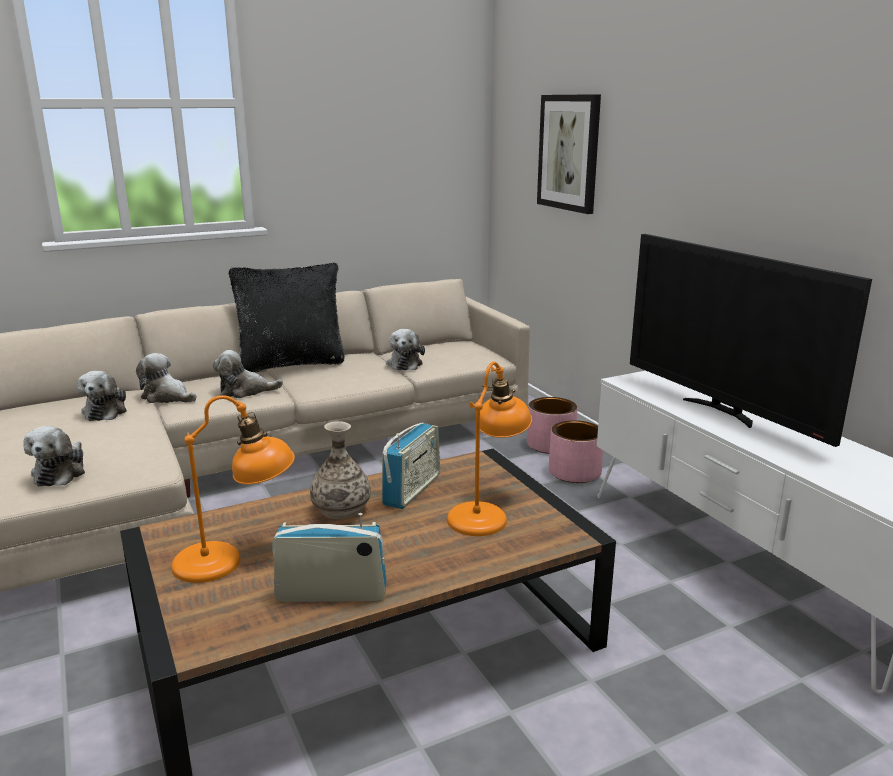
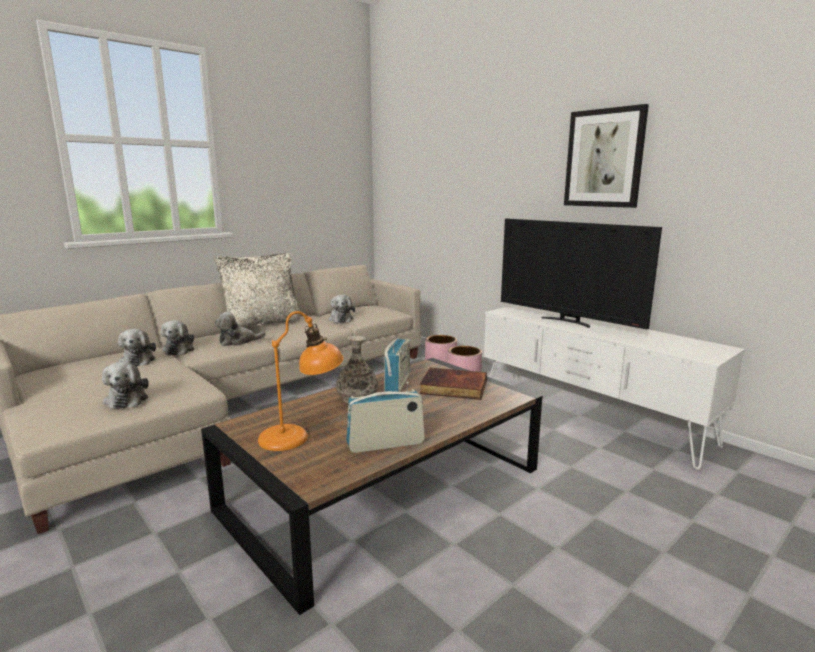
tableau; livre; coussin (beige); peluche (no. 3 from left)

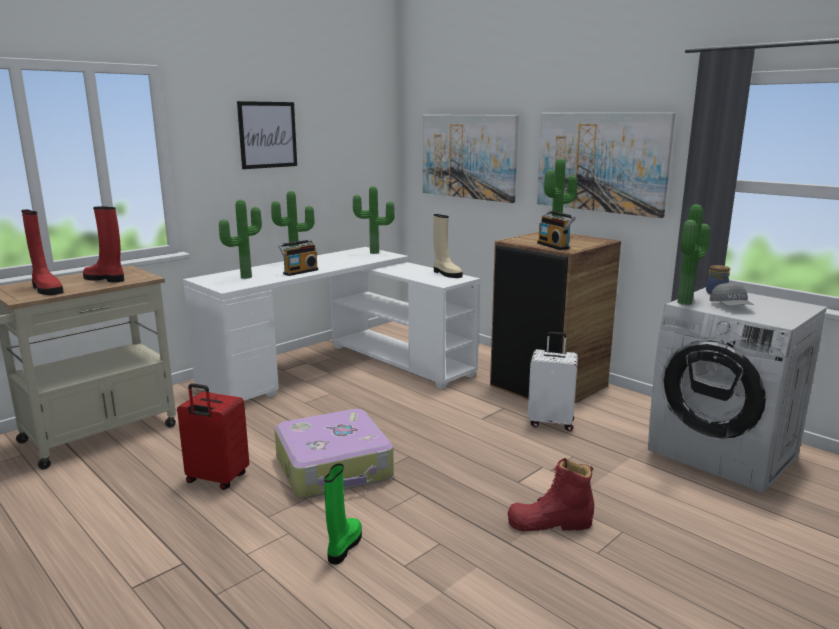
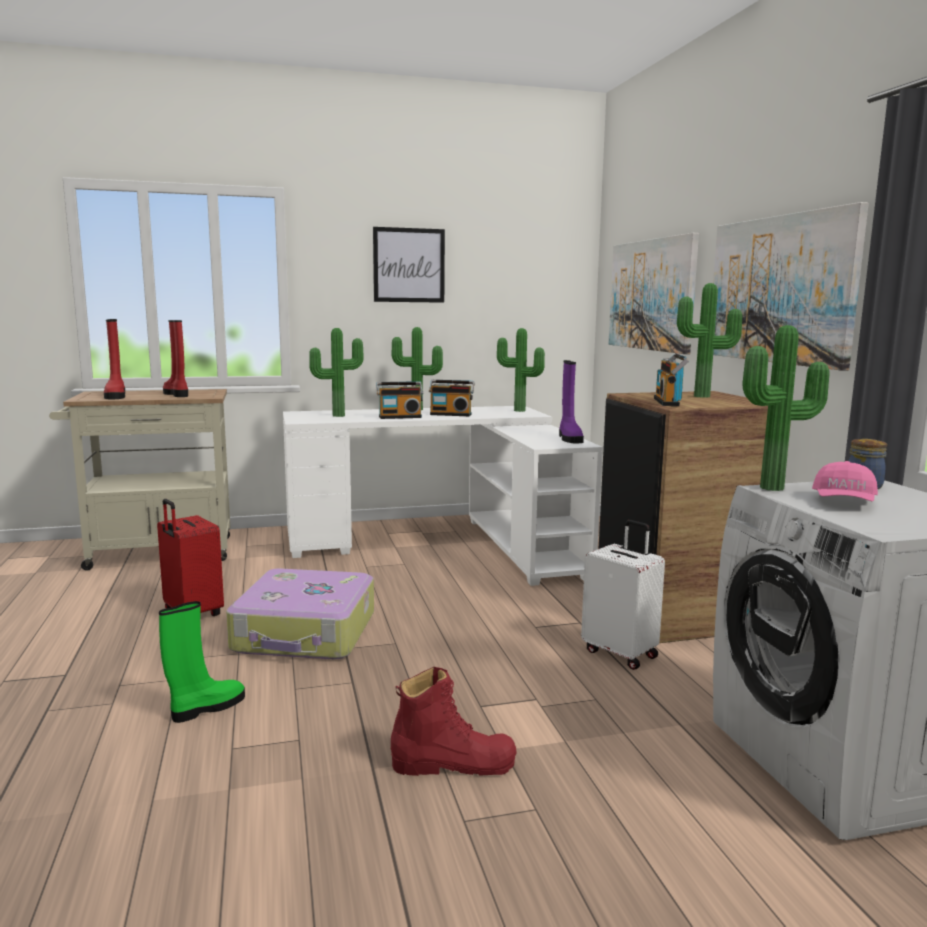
radio (no. 2 from left); botte (violet); casquette (rose); botte (rouge) (no. 3 from left)

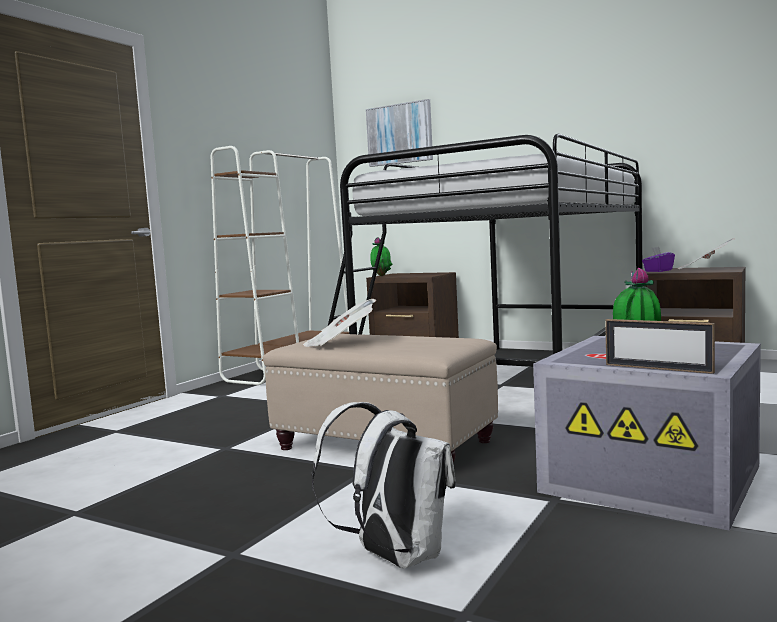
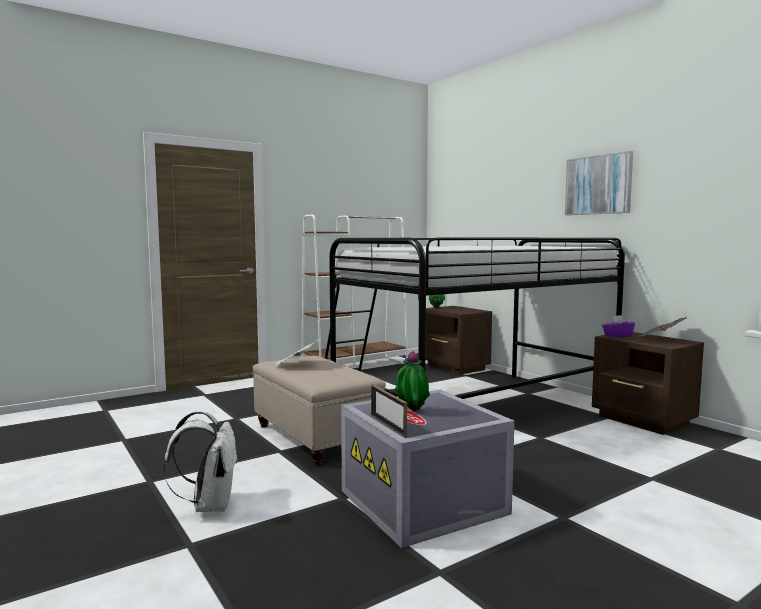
tableau

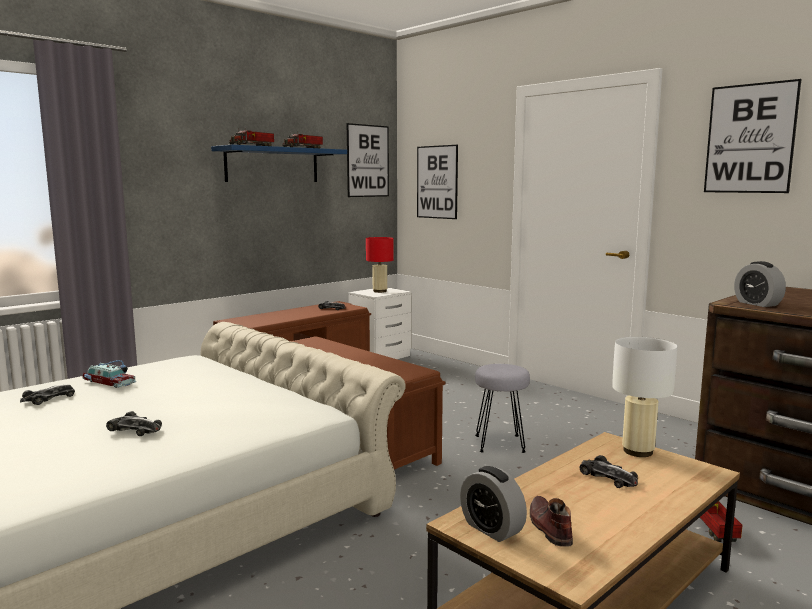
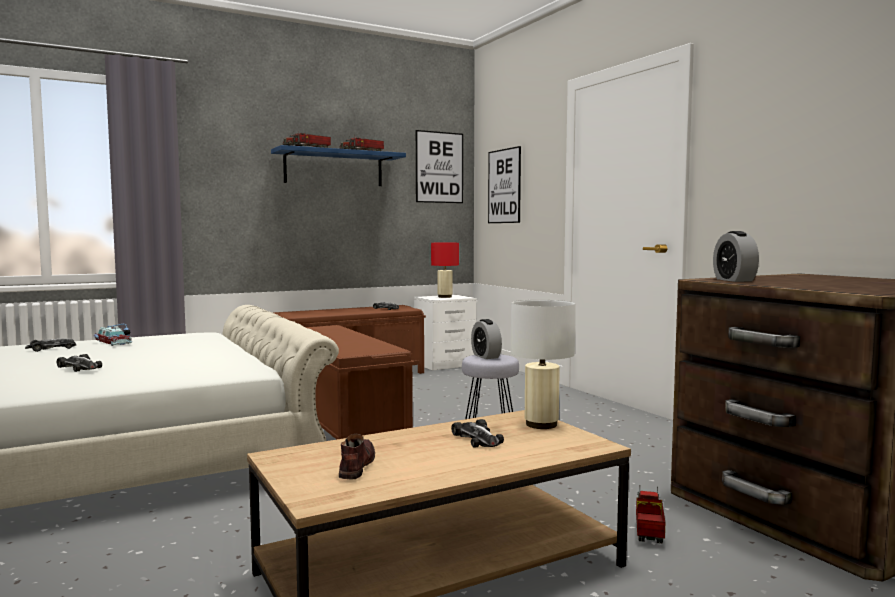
tableau (no. 3 from left in the first image); réveil (no. 1 from left)

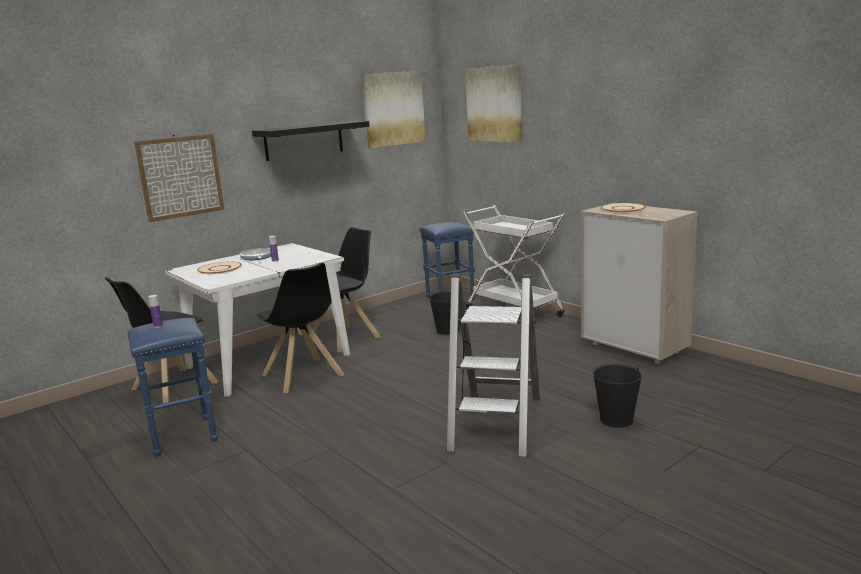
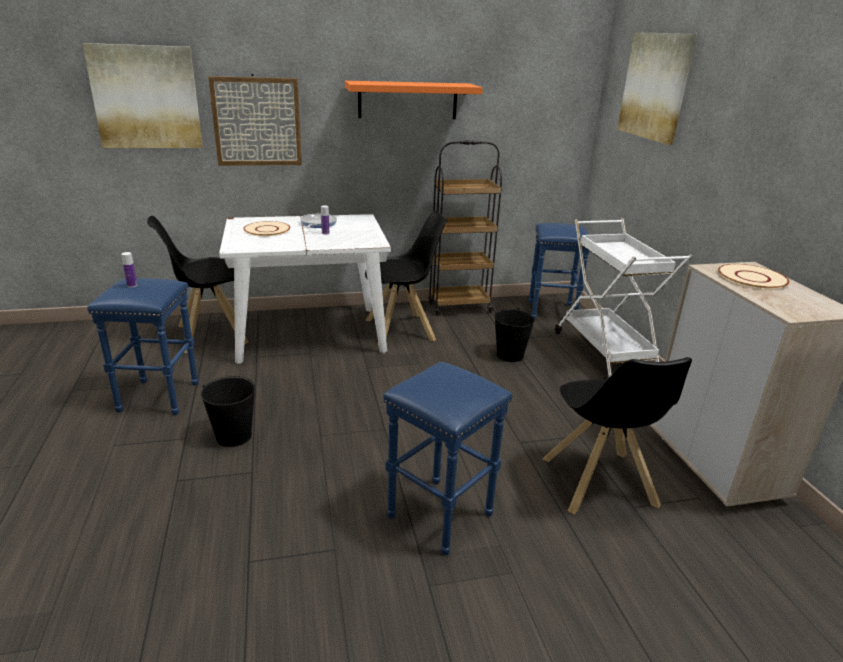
chariot (marron); chaise (noir) (no. 3 from left); tableau (no. 1 from left); seau (noir) (no. 1 from left); tabouret (bleu) (no. 2 from left); étagère (orange)

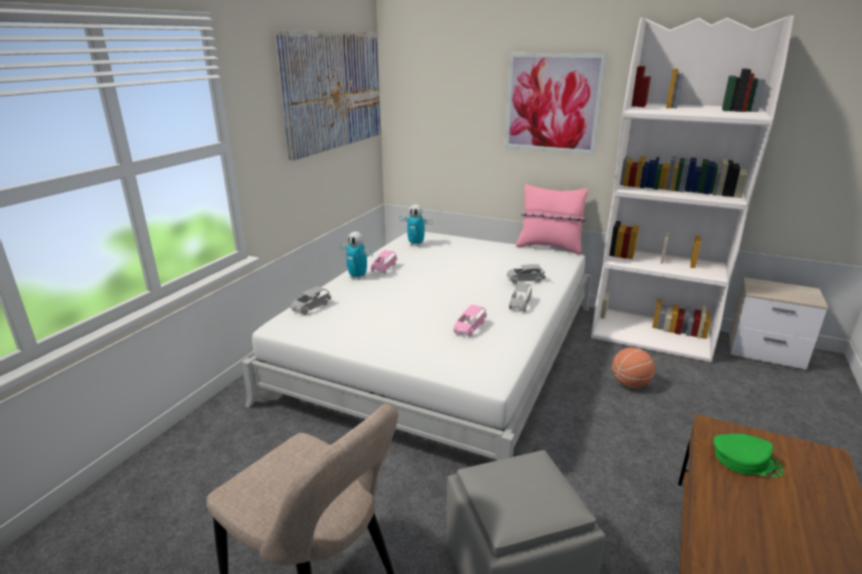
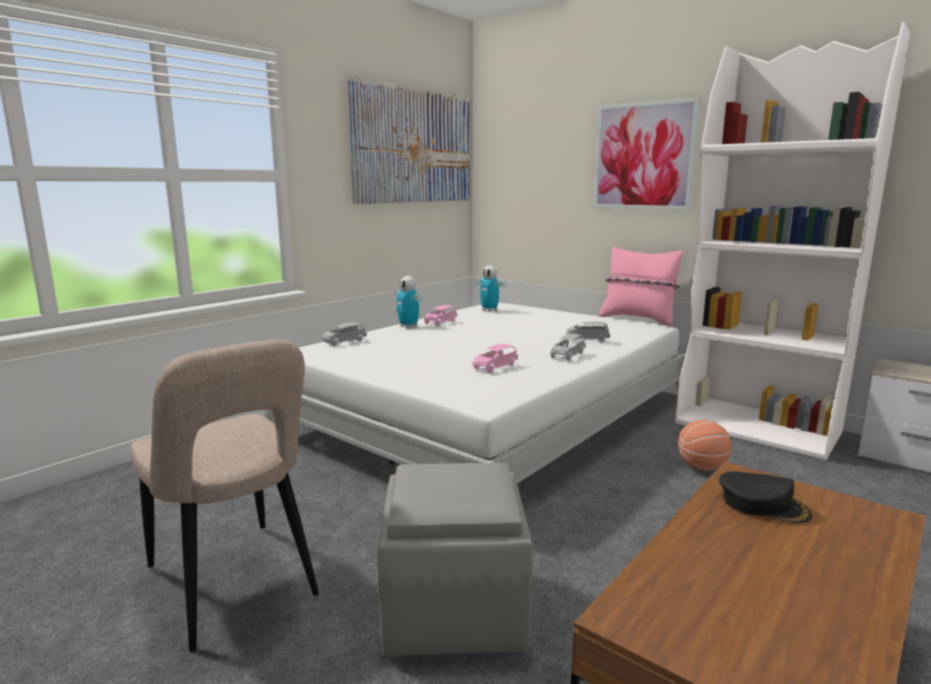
casquette (noir)

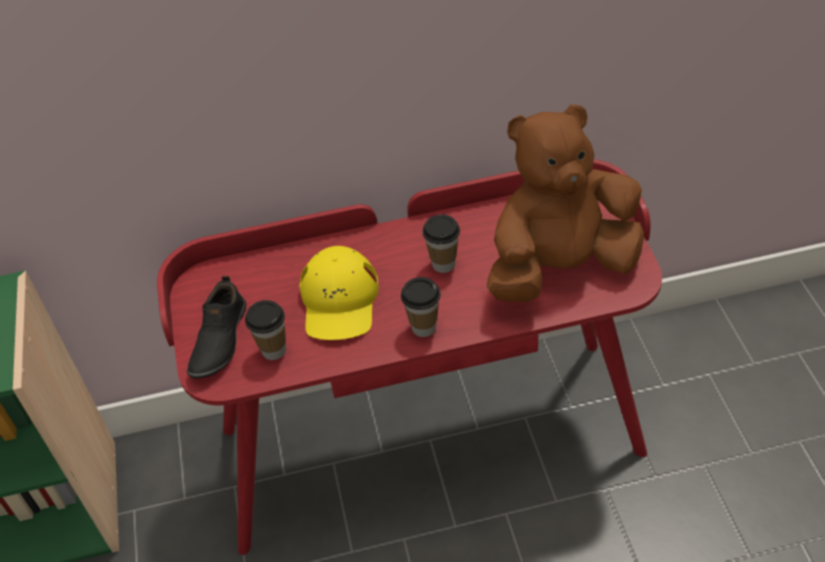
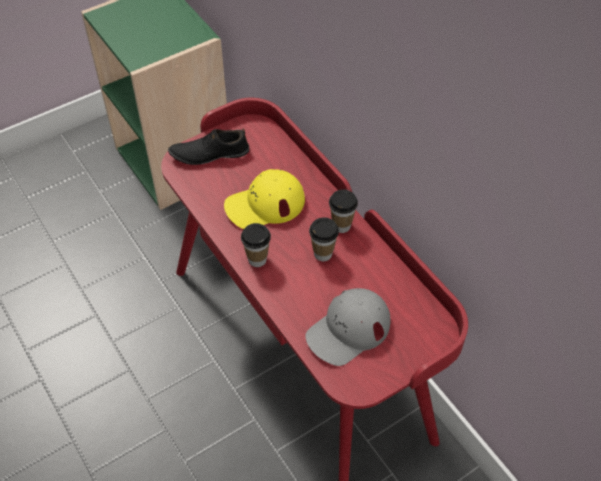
tasse (no. 3 from left); casquette (gris)

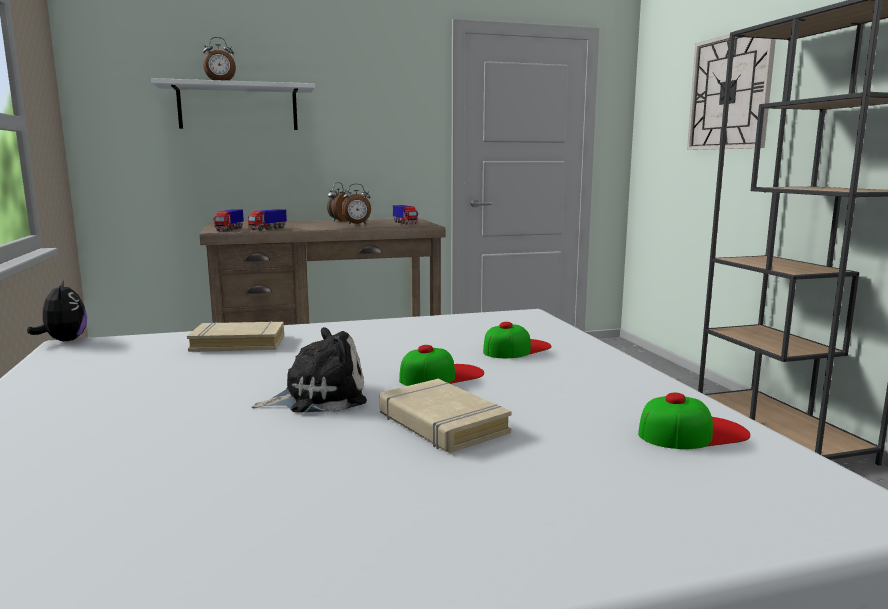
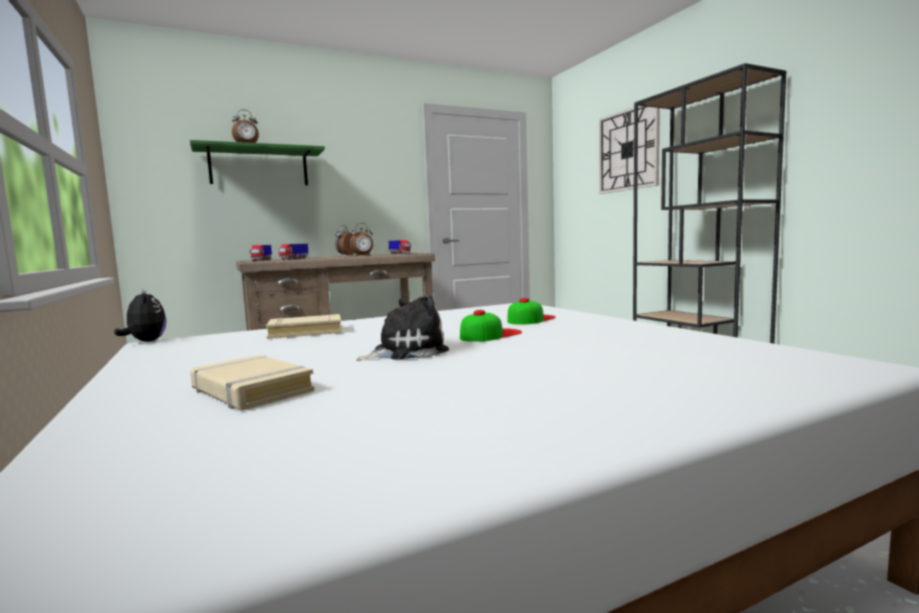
casquette (no. 3 from left in the first image); livre (beige) (no. 1 from left); étagère (vert)

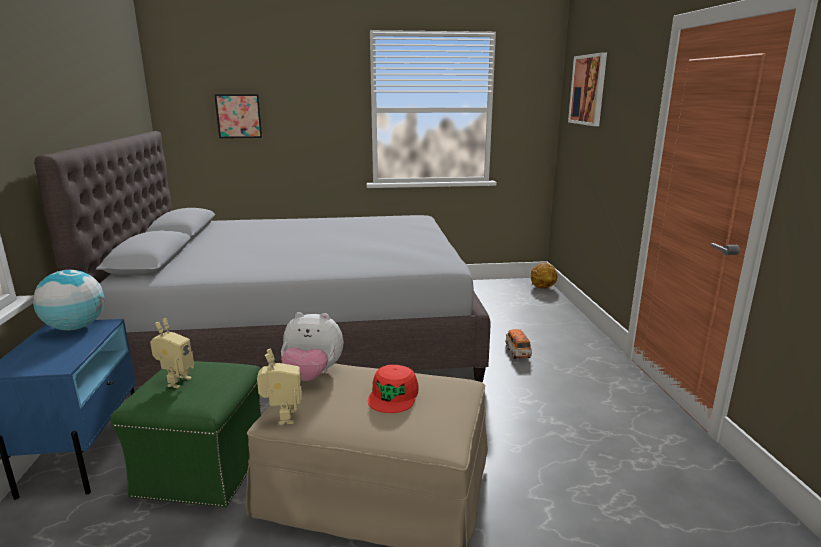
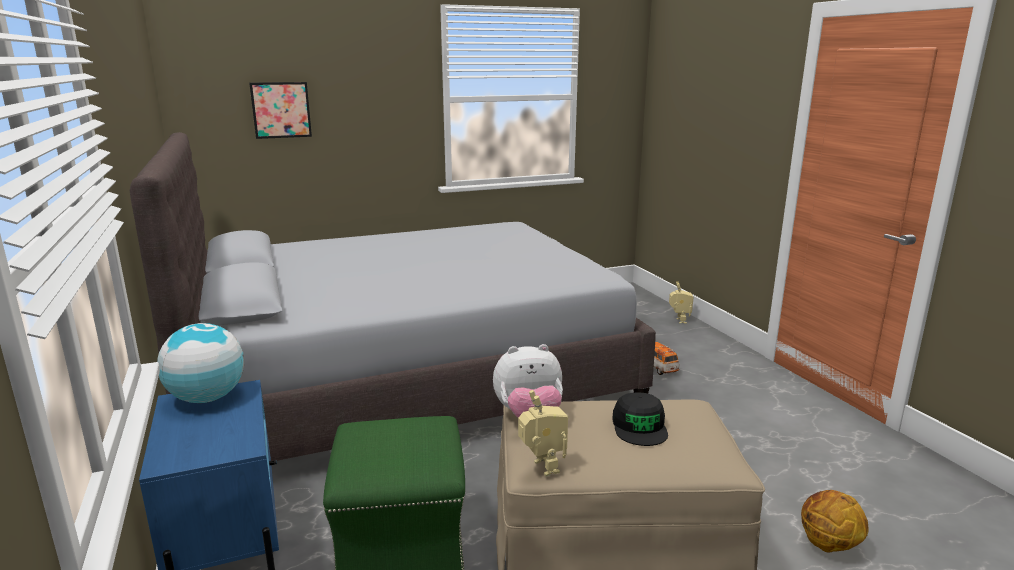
tableau (no. 2 from left in the first image); robot jouet (no. 2 from left); ballon de basket; casquette (noir)

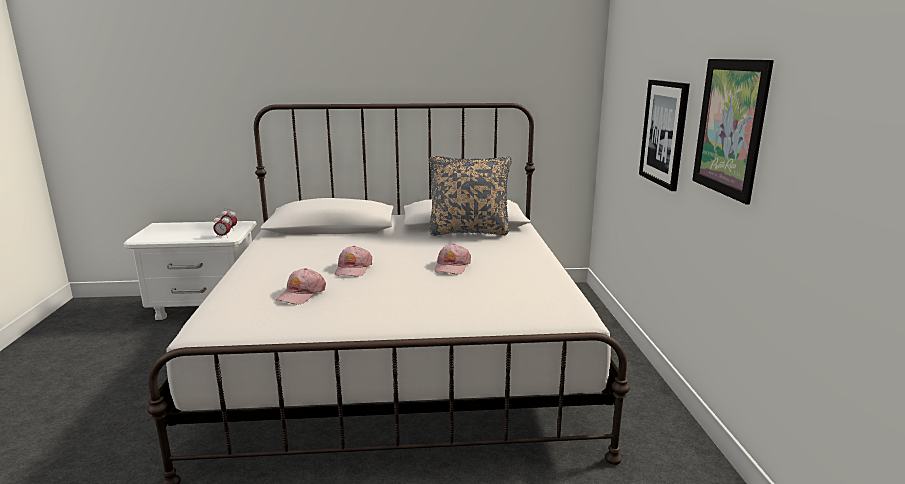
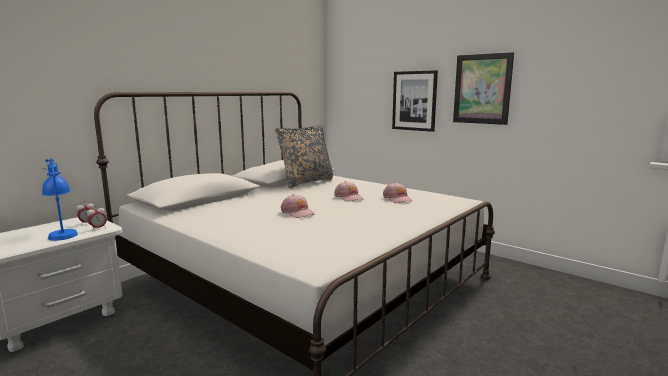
lampe de table (bleu); casquette (rose) (no. 3 from left)

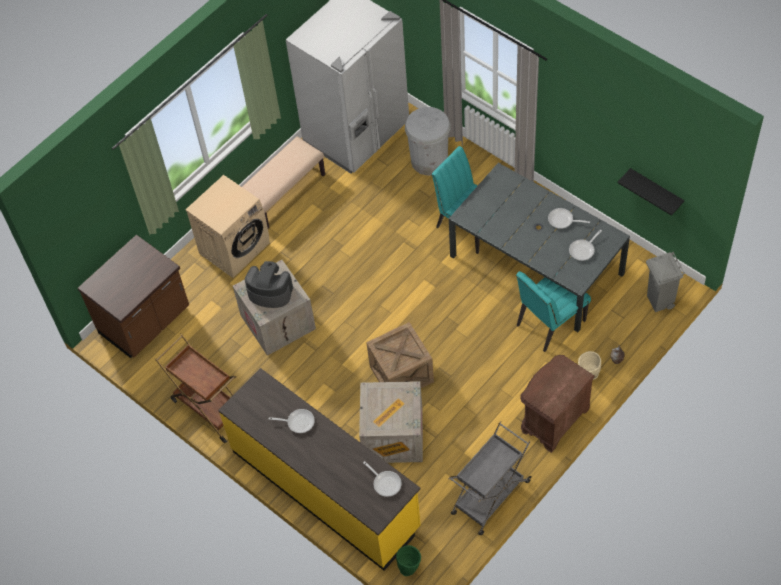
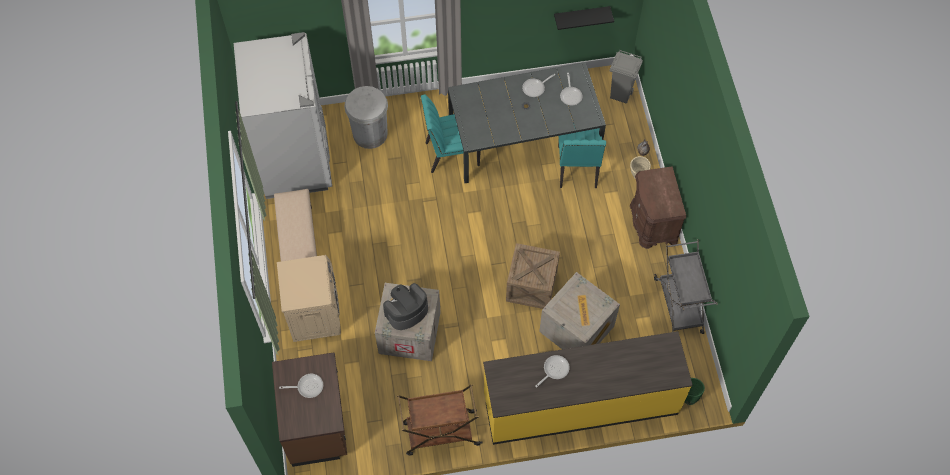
poêle (no. 1 from left)

